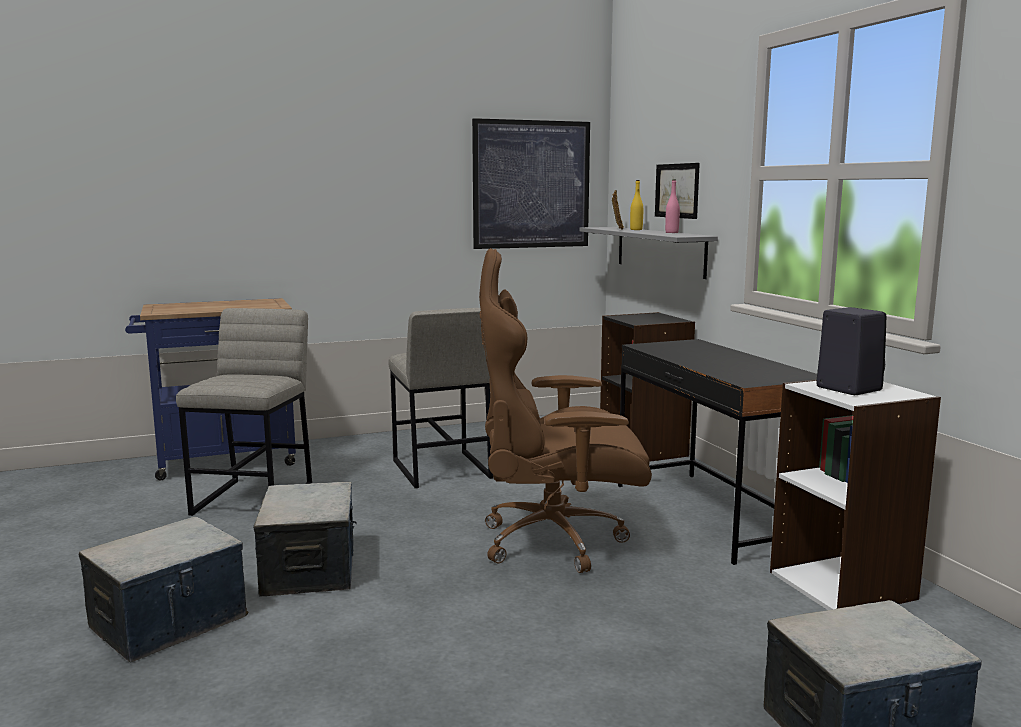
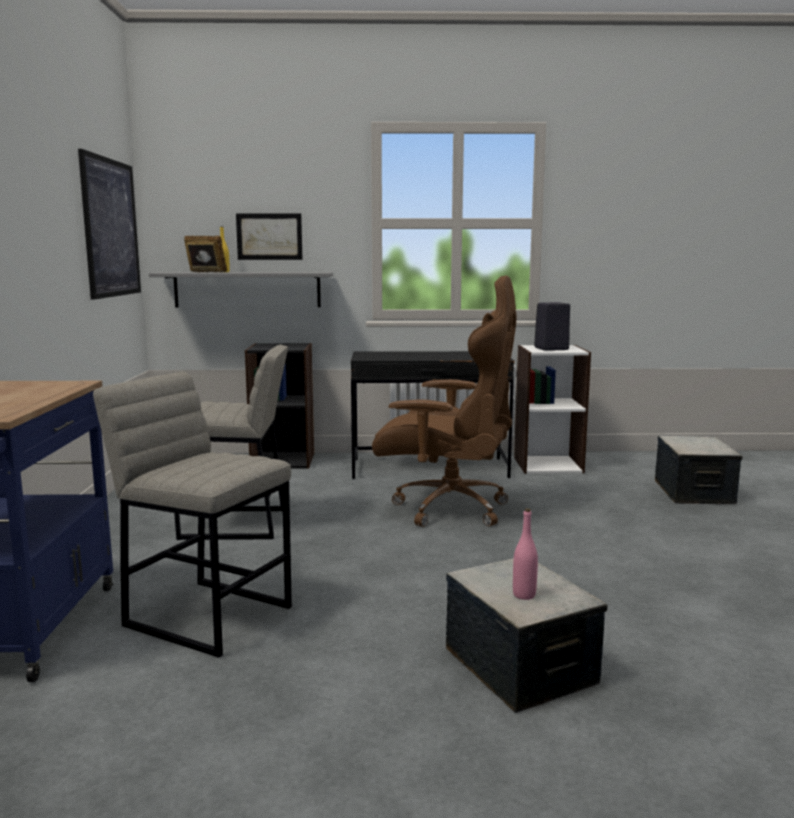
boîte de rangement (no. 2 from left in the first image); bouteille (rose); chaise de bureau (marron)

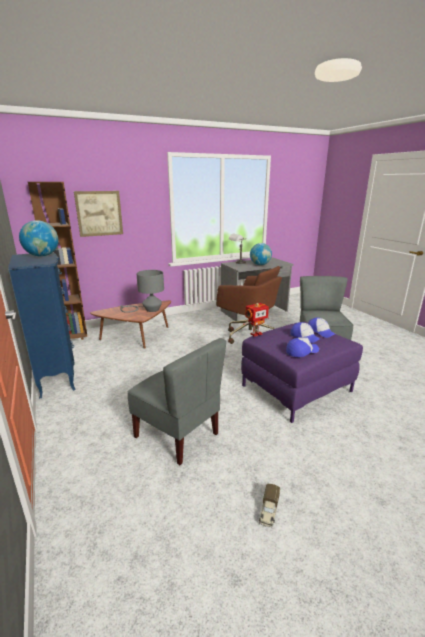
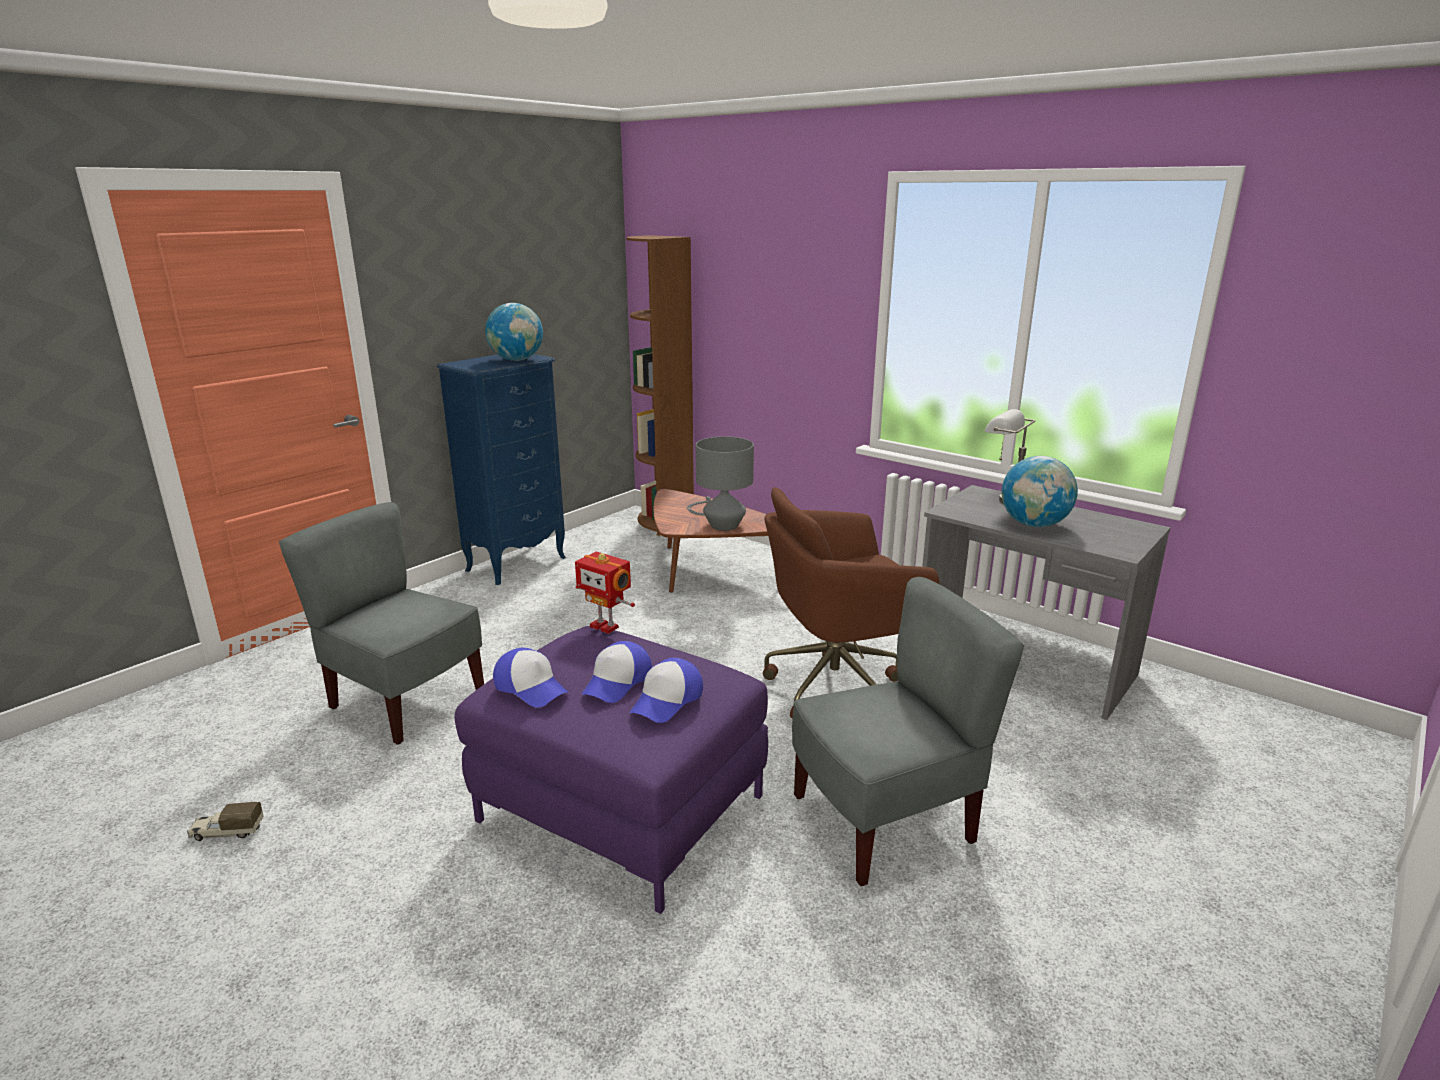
tableau; chaise (gris) (no. 1 from left); chaise de bureau (marron)

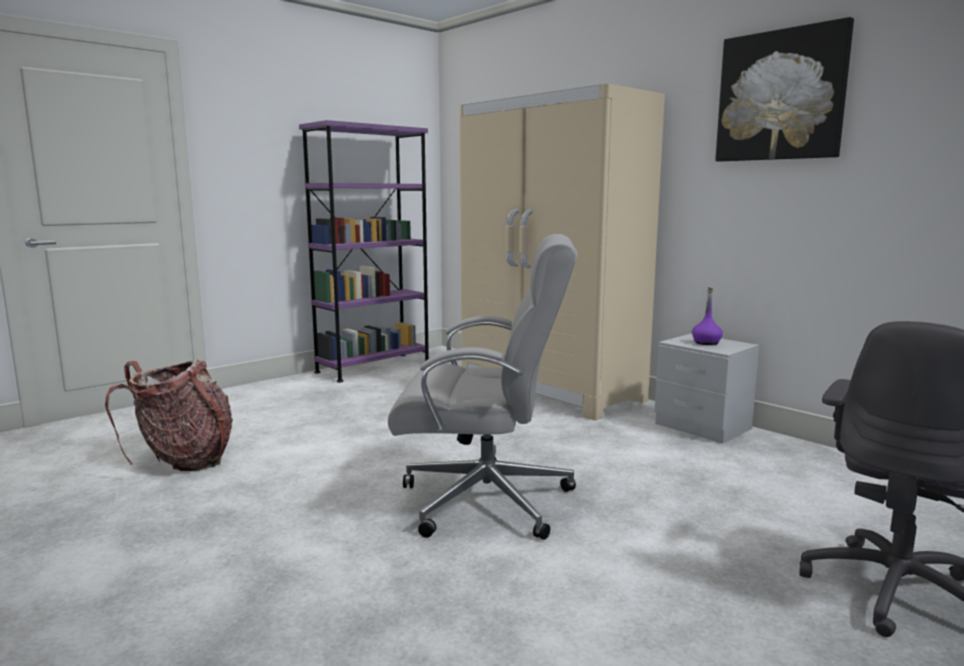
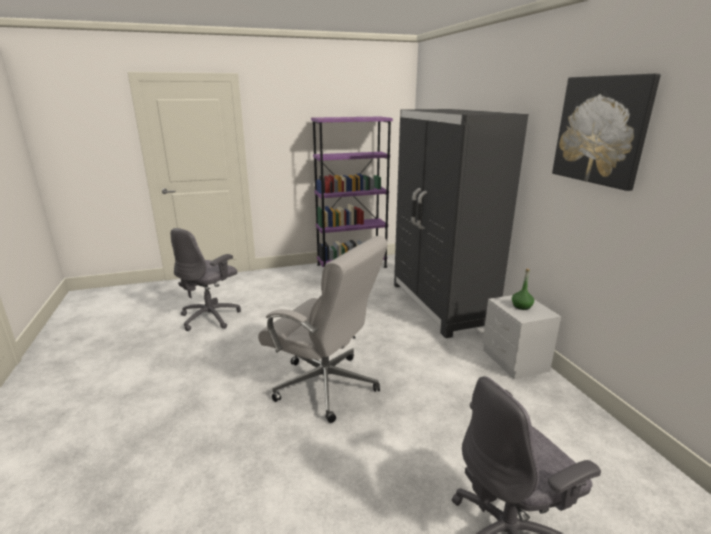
chaise de bureau (gris) (no. 1 from left); meuble de rangement (noir); bouteille (vert)

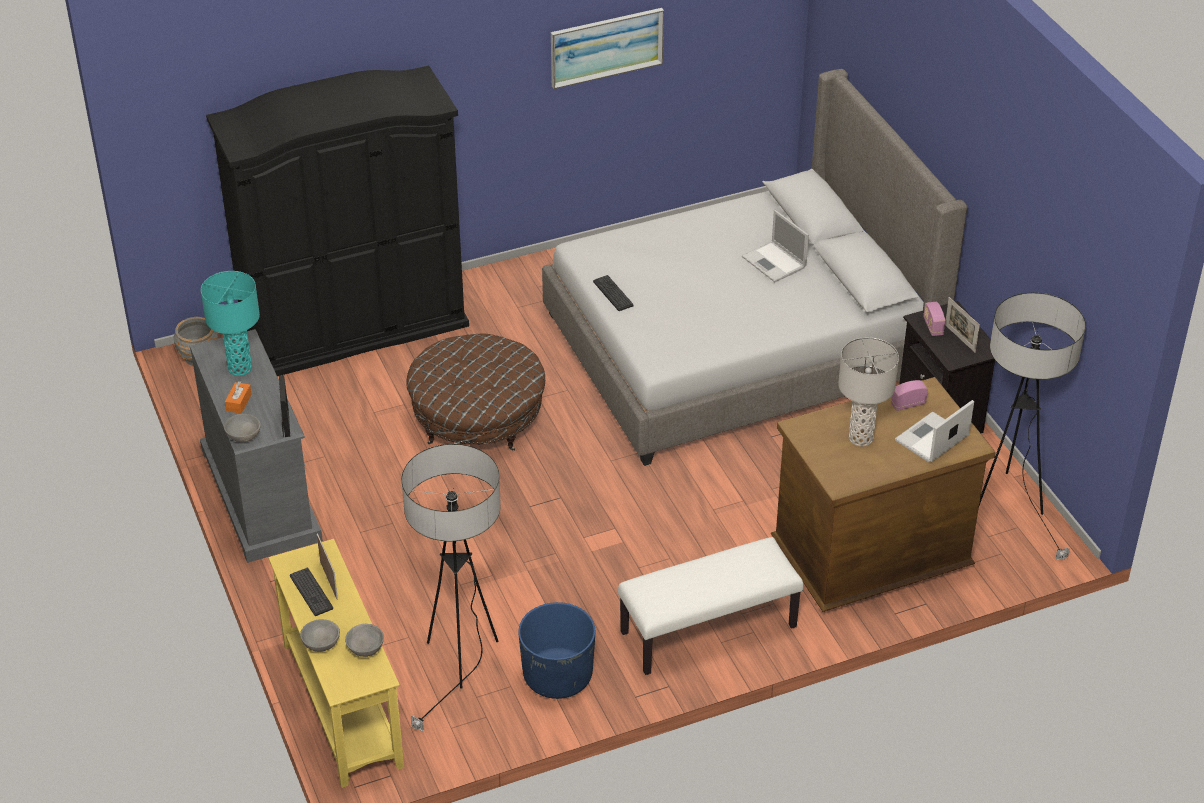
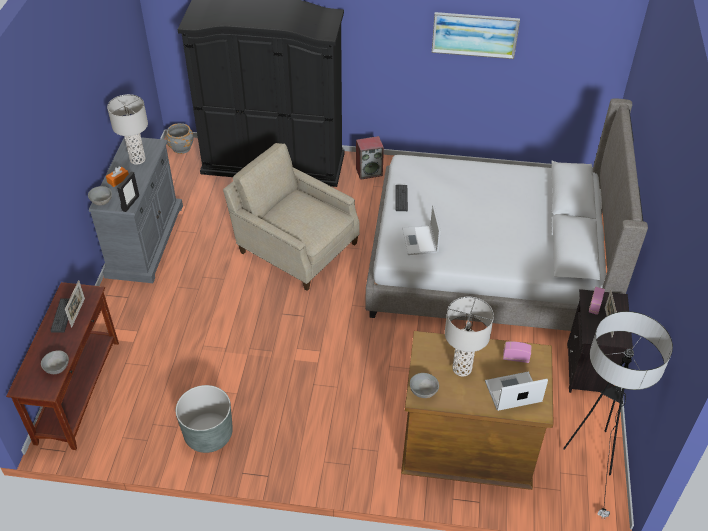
lampadaire (no. 1 from left in the first image); banc (blanc); enceinte; bol (gris) (no. 3 from left); ordinateur portable (no. 1 from left); fauteuil (beige); lampe de table (blanc) (no. 1 from left); table console (marron); cache-pot (gris) (no. 2 from left)

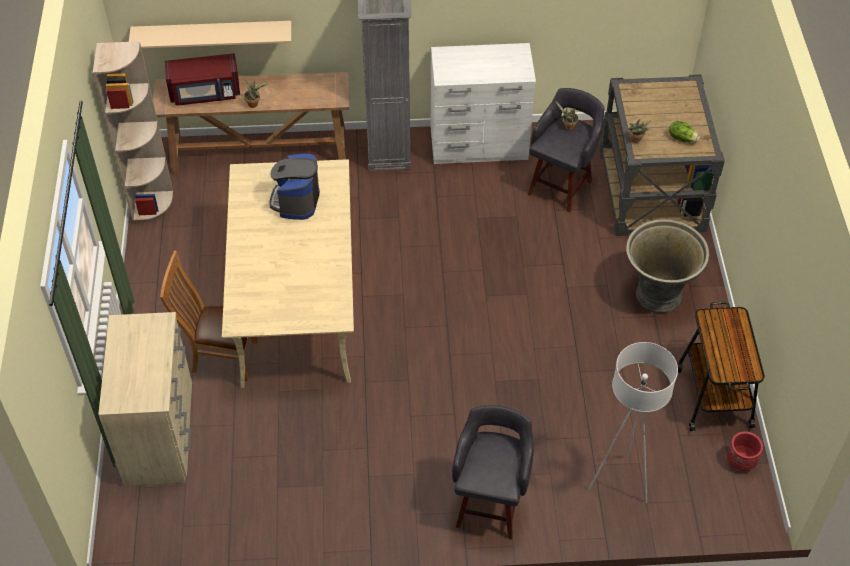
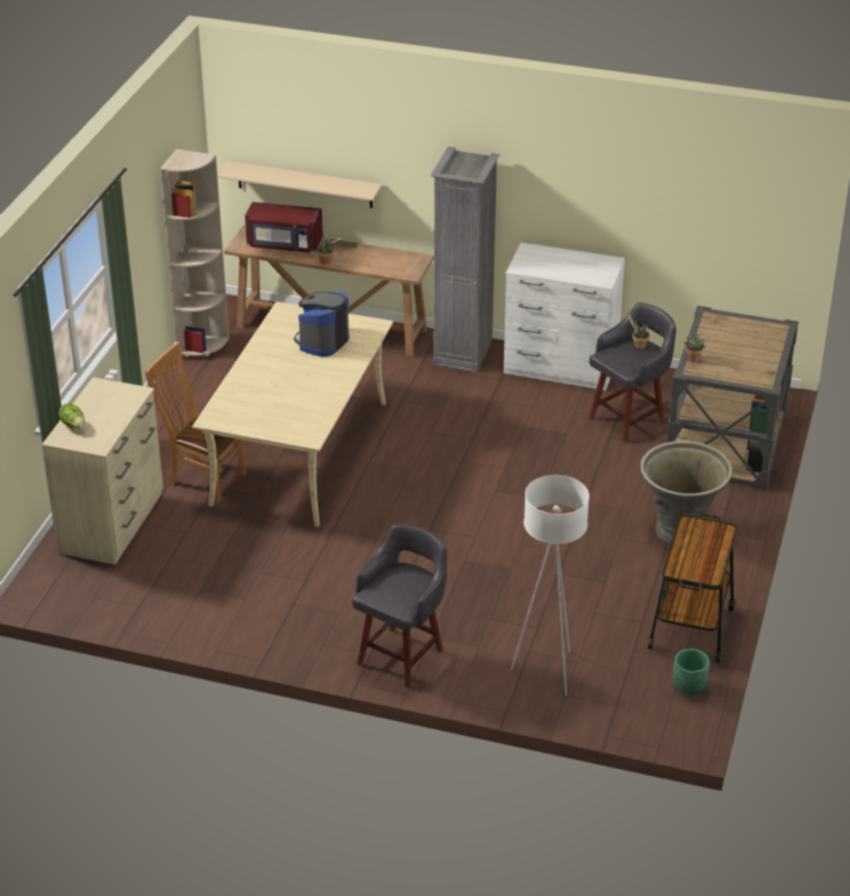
laitue; cache-pot (vert)

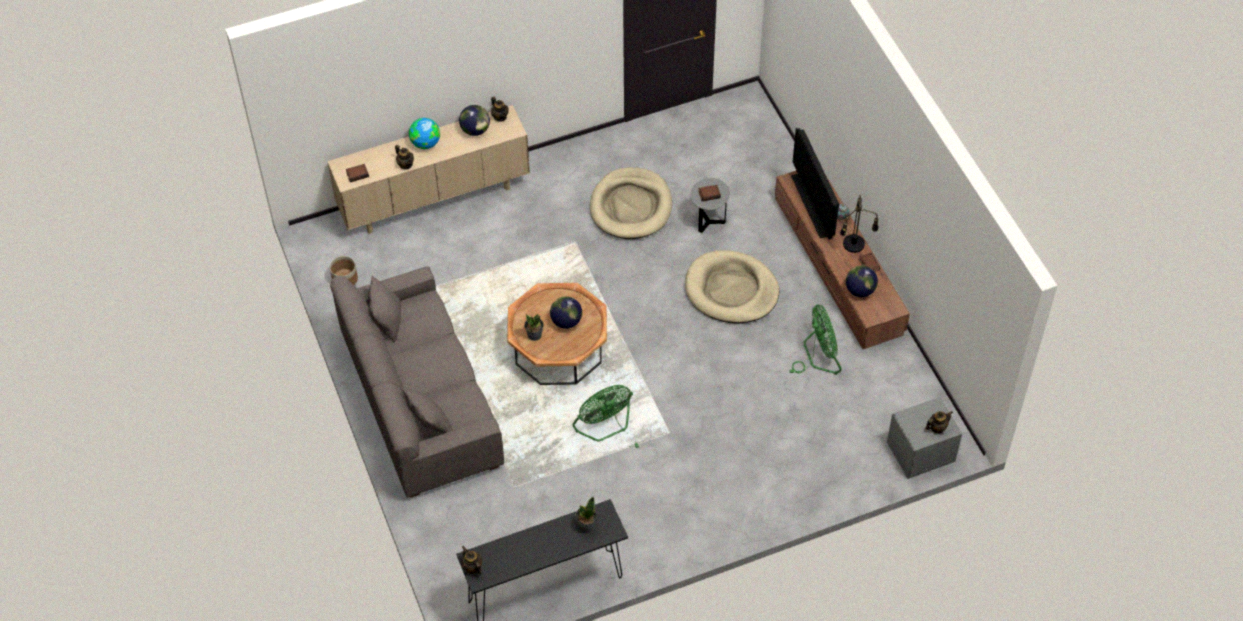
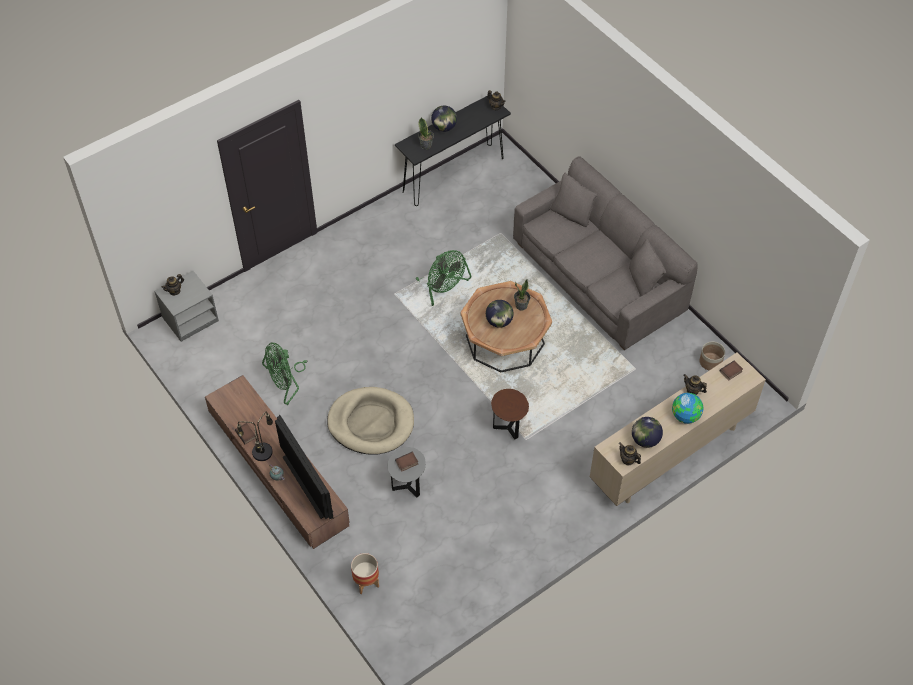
panier pour chien (beige) (no. 1 from left in the first image); cache-pot (no. 1 from left); table d'appoint (marron); globe (no. 1 from left)

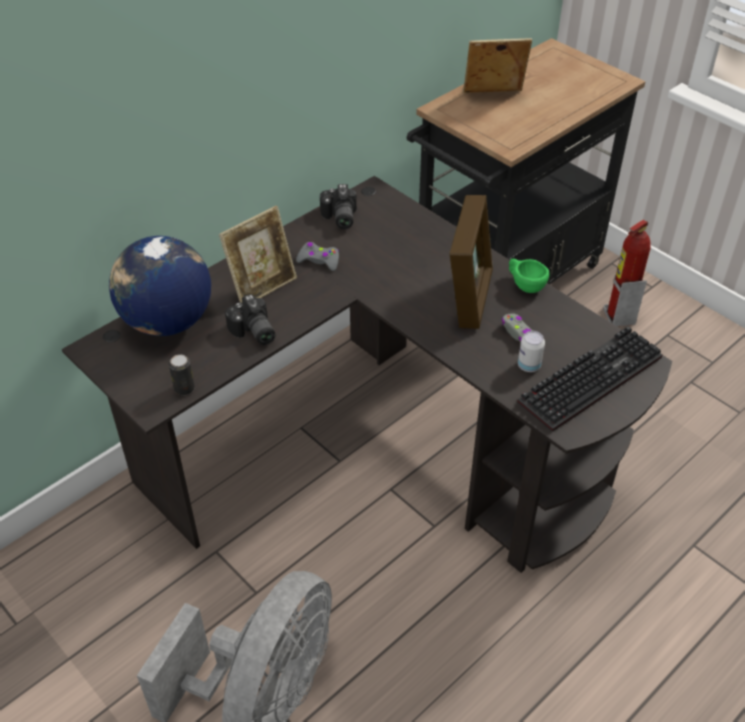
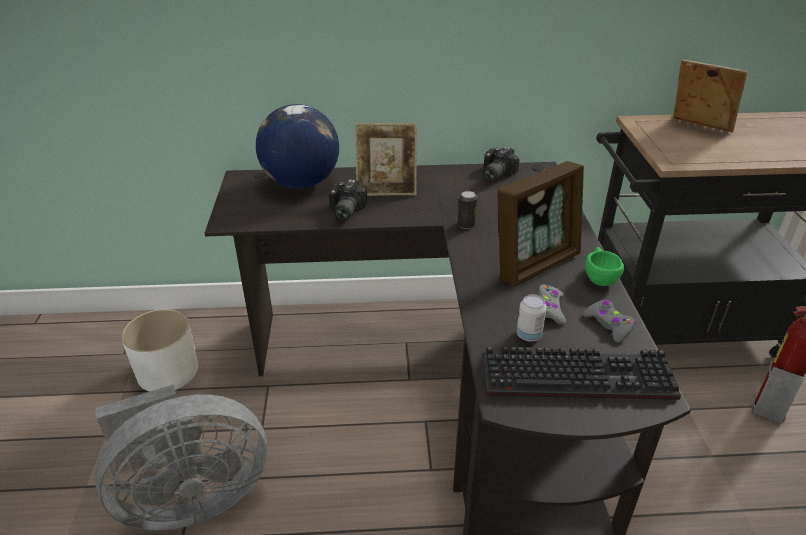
cache-pot (blanc); boîte métallique (no. 1 from left); manette (gris) (no. 2 from left)

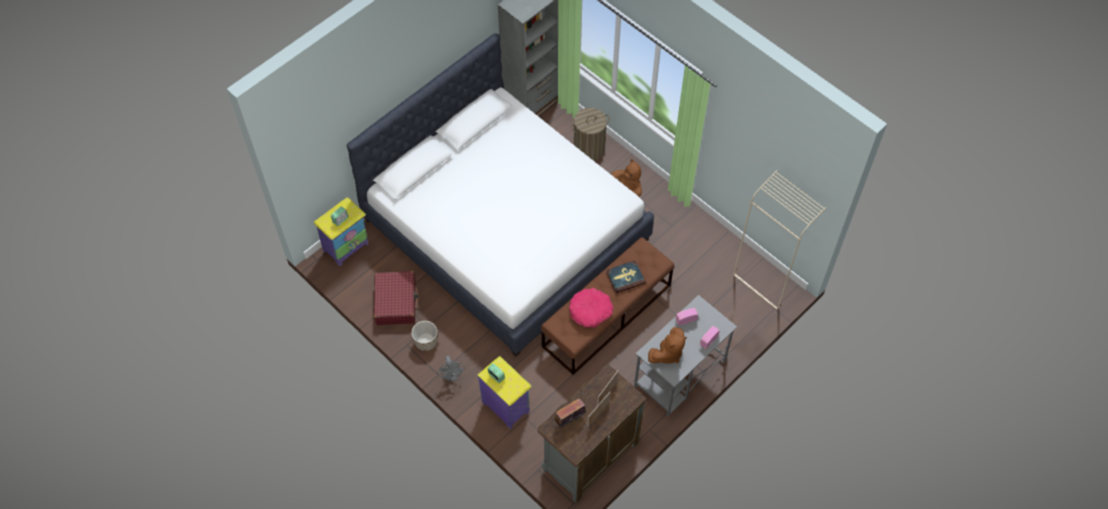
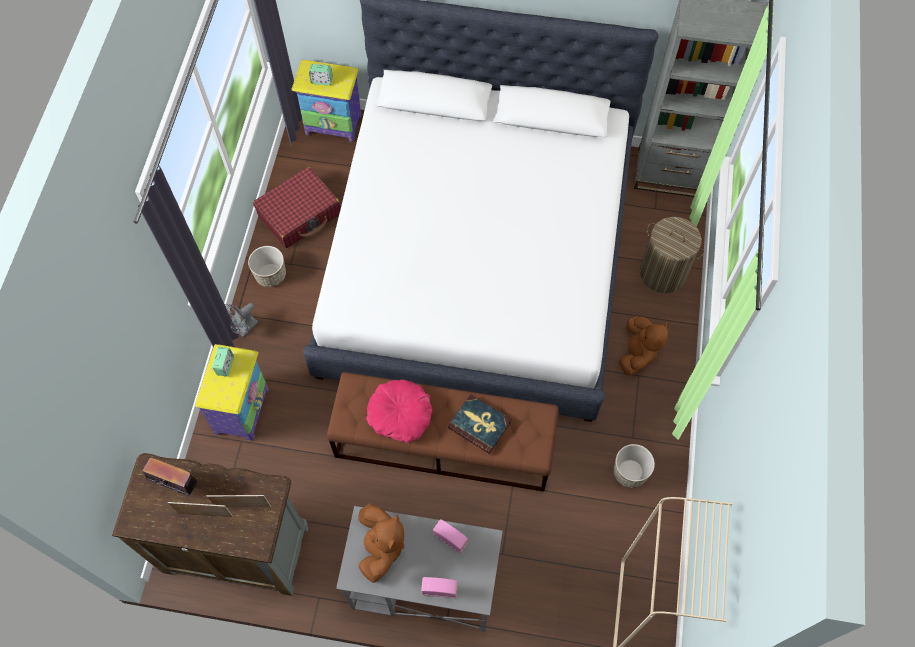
cache-pot (no. 2 from left); peluche (marron) (no. 1 from left)

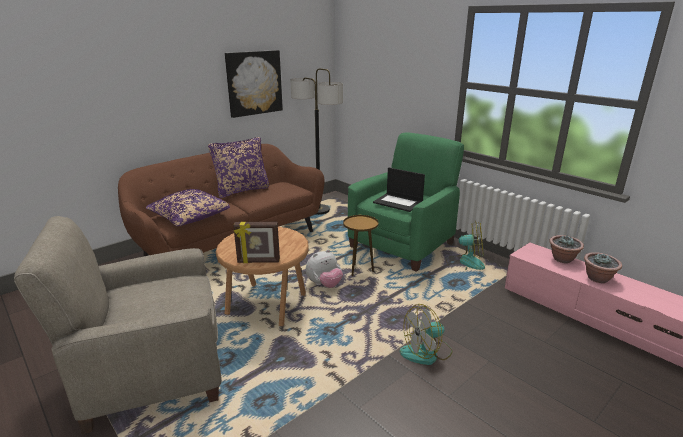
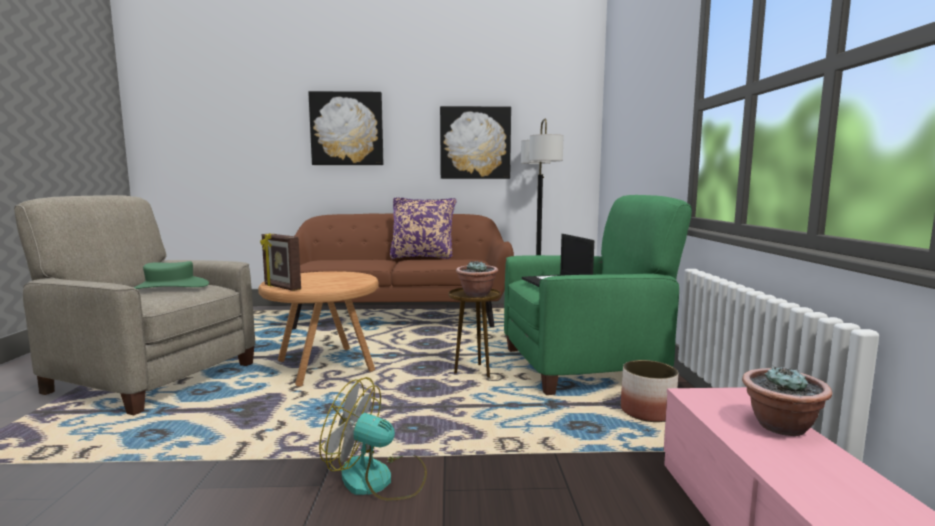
coussin (violet) (no. 1 from left in the first image); peluche; chapeau (vert); tableau (no. 1 from left); plante en pot (no. 1 from left); cache-pot

